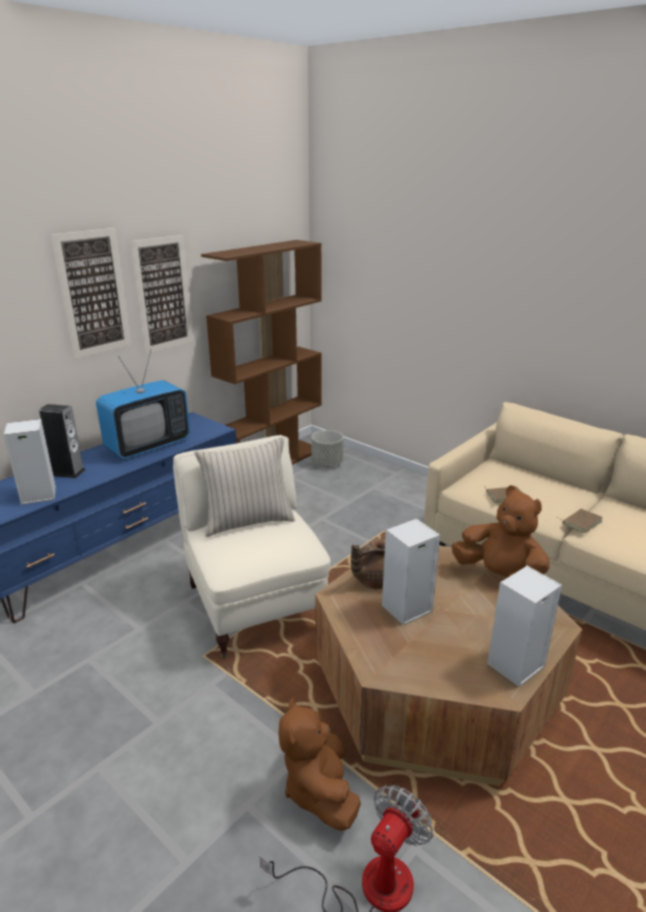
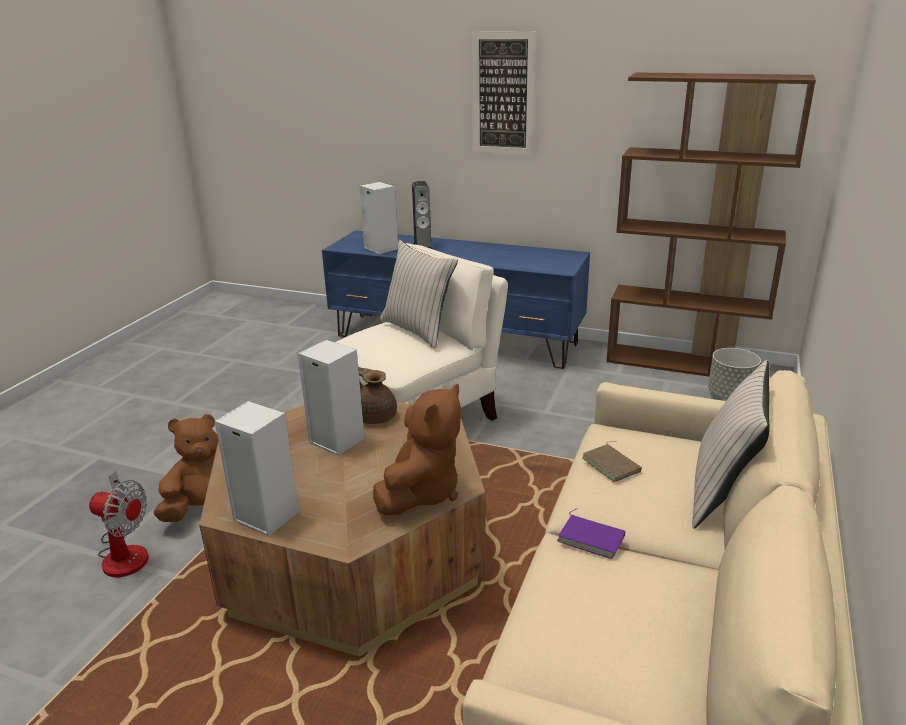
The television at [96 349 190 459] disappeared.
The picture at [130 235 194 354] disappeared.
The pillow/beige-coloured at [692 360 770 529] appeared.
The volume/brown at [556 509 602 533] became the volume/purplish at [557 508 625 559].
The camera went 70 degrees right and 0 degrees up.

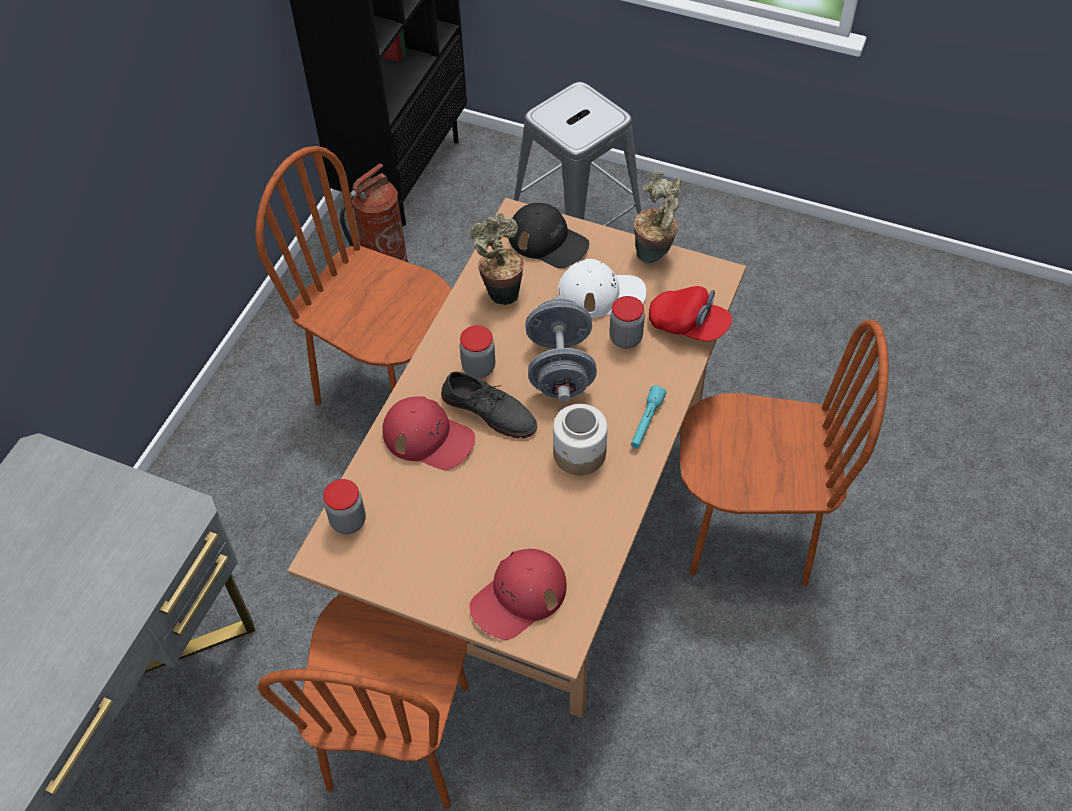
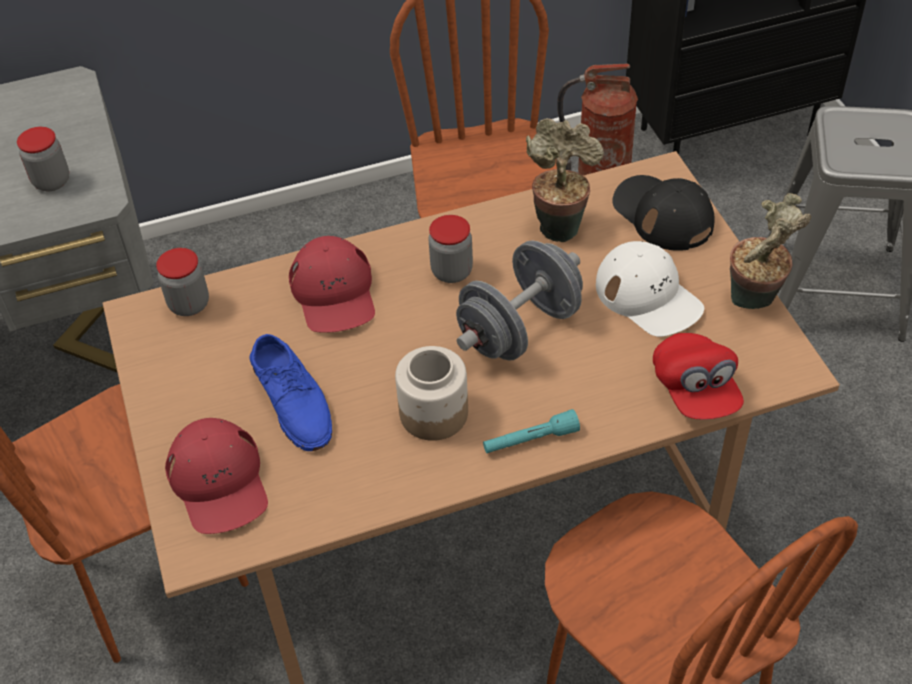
The item of footwear/greyish at [441 372 537 438] disappeared.
The item of footwear/blue-coloured at [250 334 332 451] appeared.
The storage jar moved from [609 296 645 348] to [17 127 69 191].
The cap/red-coloured at [469 549 567 640] turned 120 degrees counterclockwise.
The cap/black-coloured at [509 203 589 268] turned 150 degrees clockwise.
The camera went 50 degrees right and 5 degrees down.

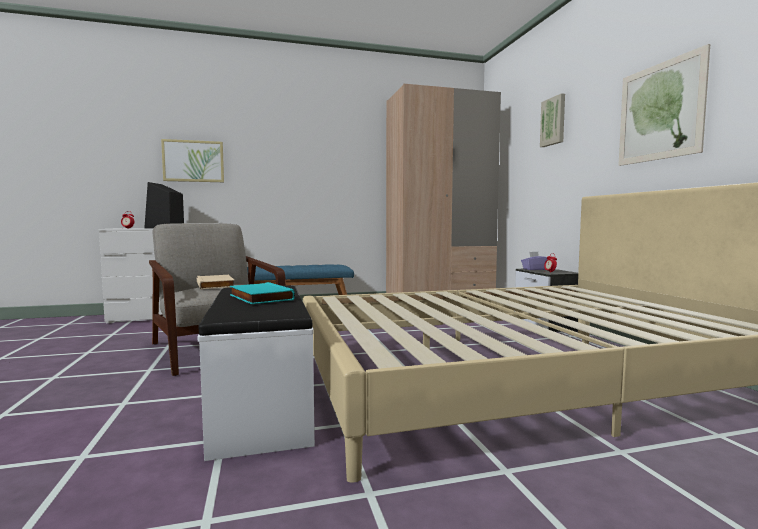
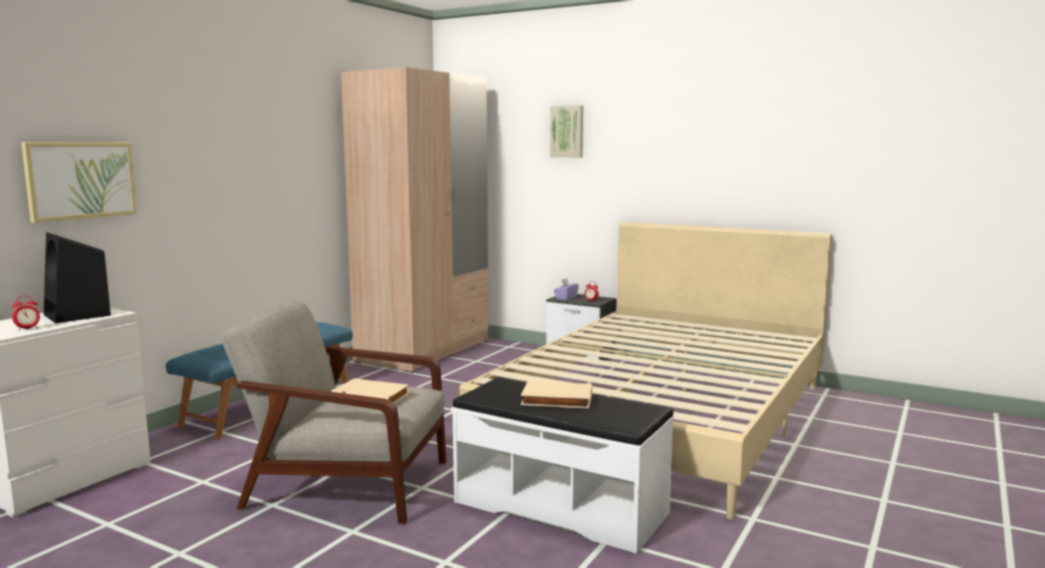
The picture at [619 44 710 166] disappeared.
The volume/turquoise at [230 282 295 304] became the volume/beige-coloured at [521 381 592 408].
The camera went 45 degrees left and 5 degrees up.

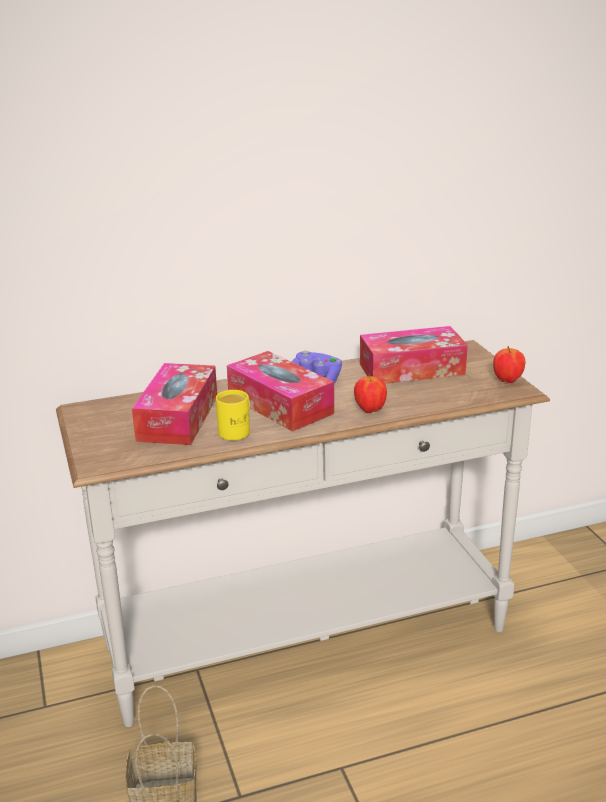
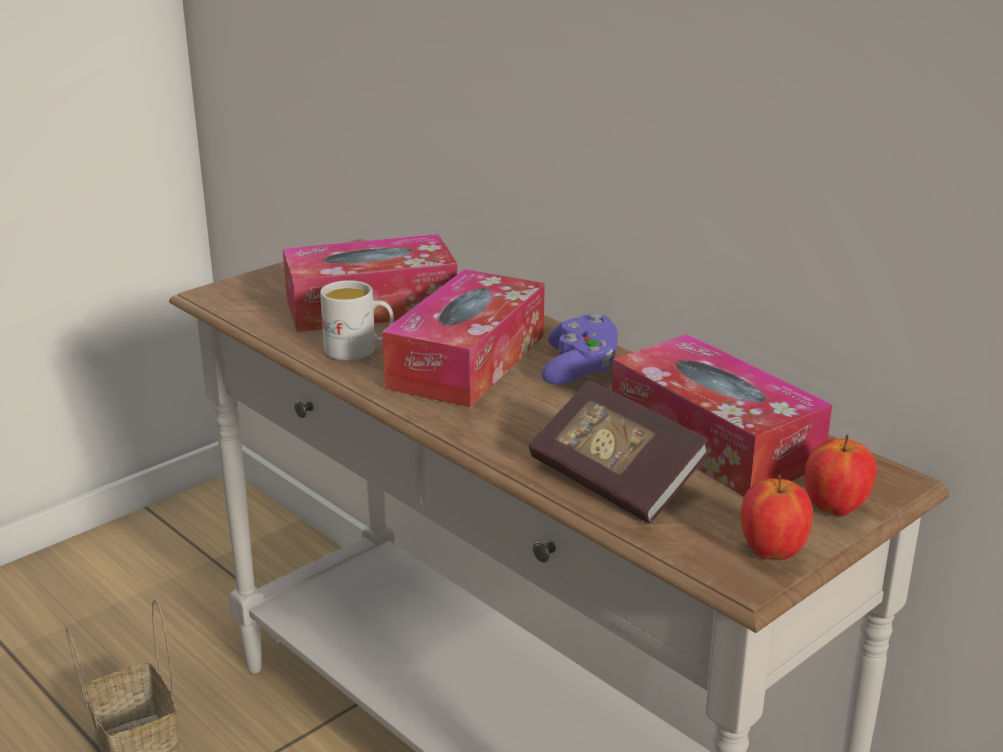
The volume at [529 380 710 523] appeared.
The whole apple moved from [354 374 387 413] to [805 435 877 516].
The coffee mug/yellow-coloured at [216 390 250 441] became the coffee mug/white at [320 280 394 361].
The camera went 65 degrees right and 0 degrees up.

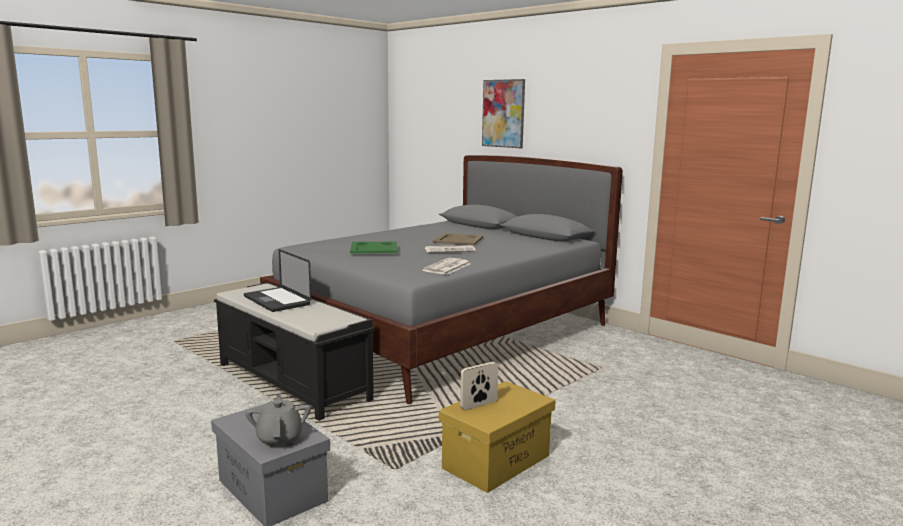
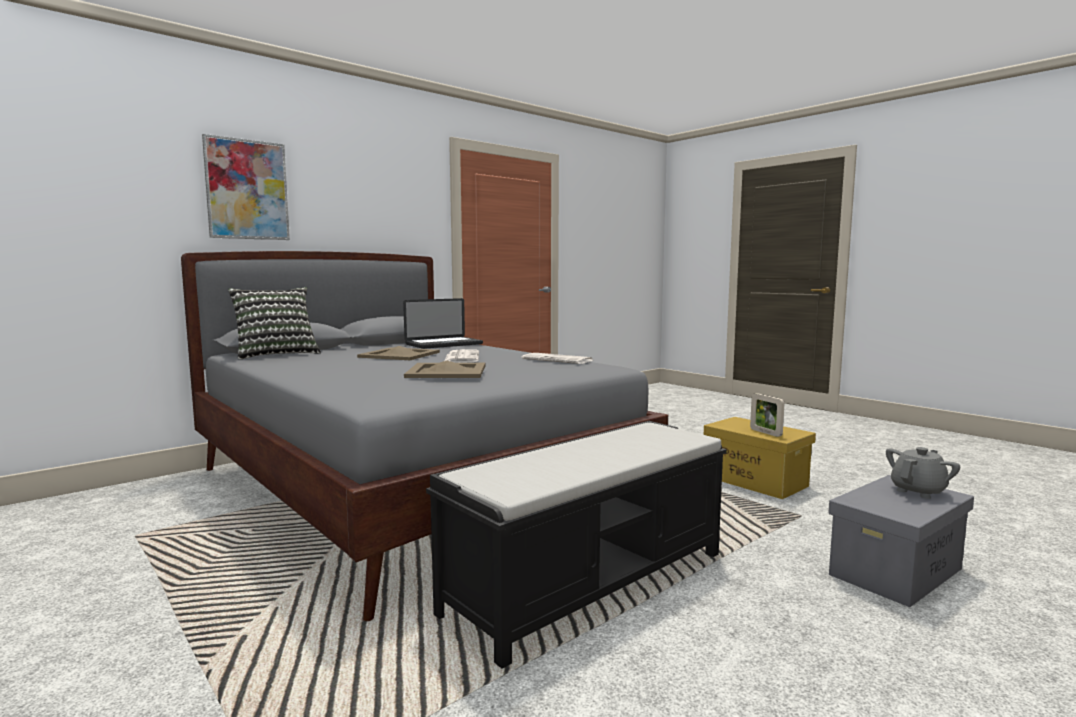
The pillow at [228 287 321 360] appeared.
The laptop moved from [244 249 311 312] to [403 298 483 349].
The carrying tray/greenish at [350 242 398 254] became the carrying tray/beige-coloured at [404 361 486 378].
The teapot/greyish at [245 394 311 448] turned 150 degrees clockwise.
The camera went 85 degrees left and 5 degrees down.

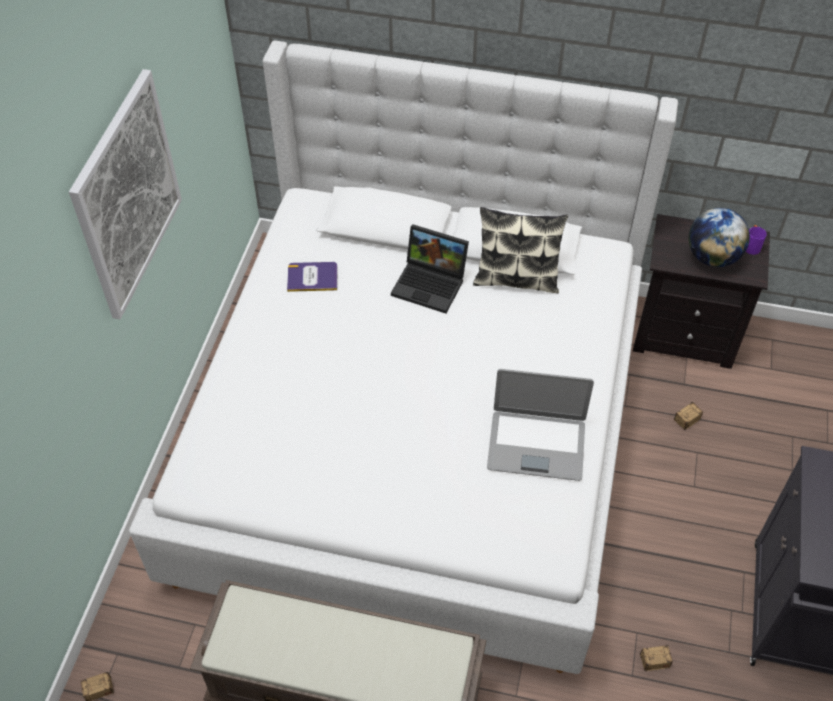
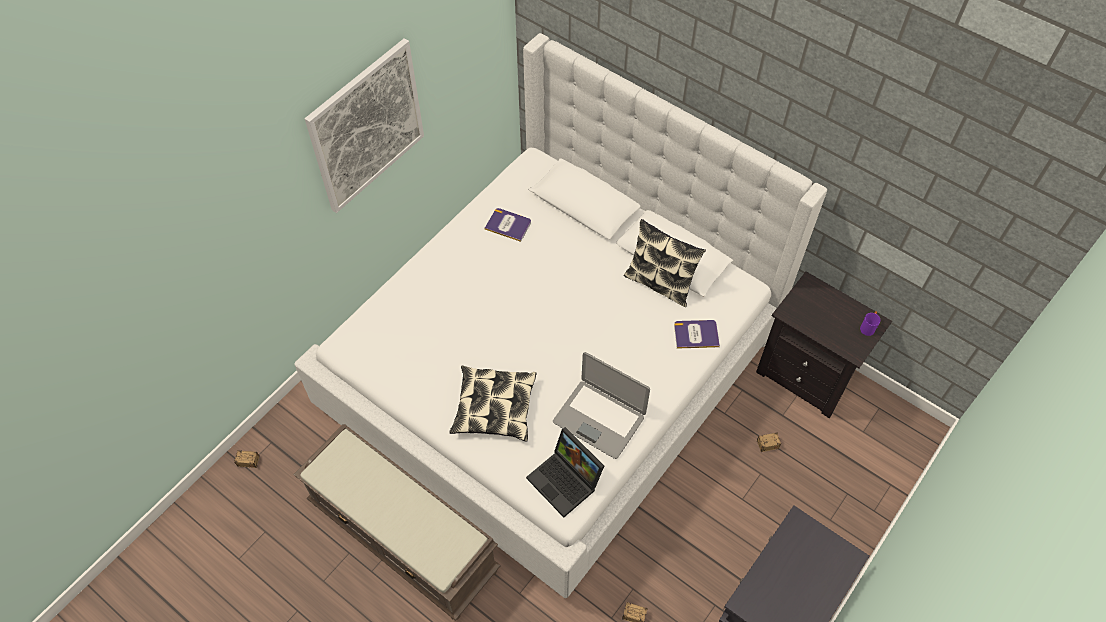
The desk globe at [689 208 750 267] disappeared.
The pillow at [450 365 537 442] appeared.
The volume at [674 320 720 349] appeared.
The laptop moved from [391 224 469 313] to [526 427 604 518].
The camera went 25 degrees right and 5 degrees up.

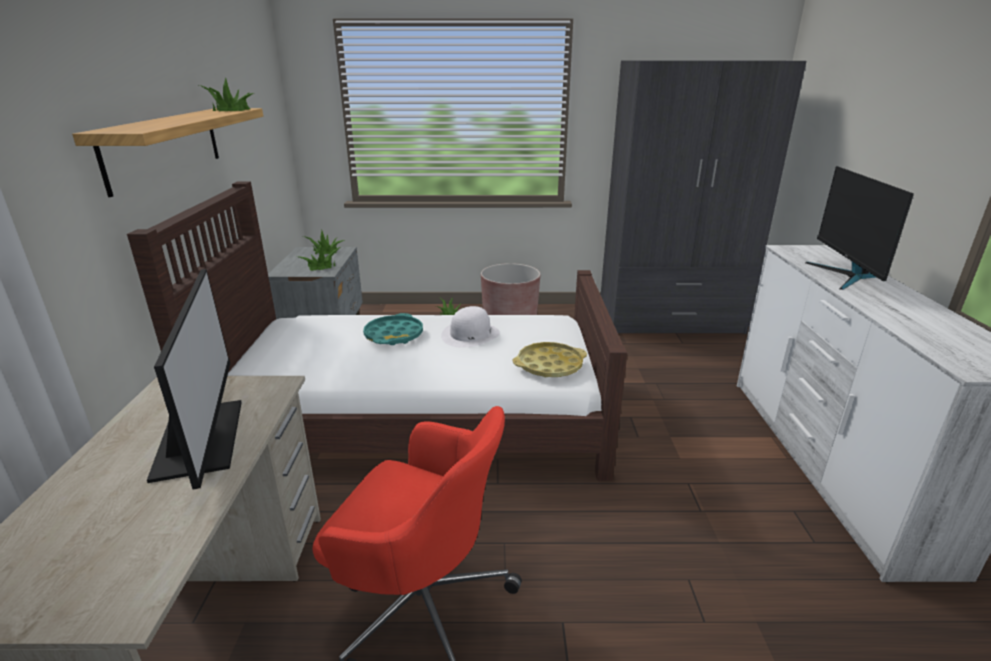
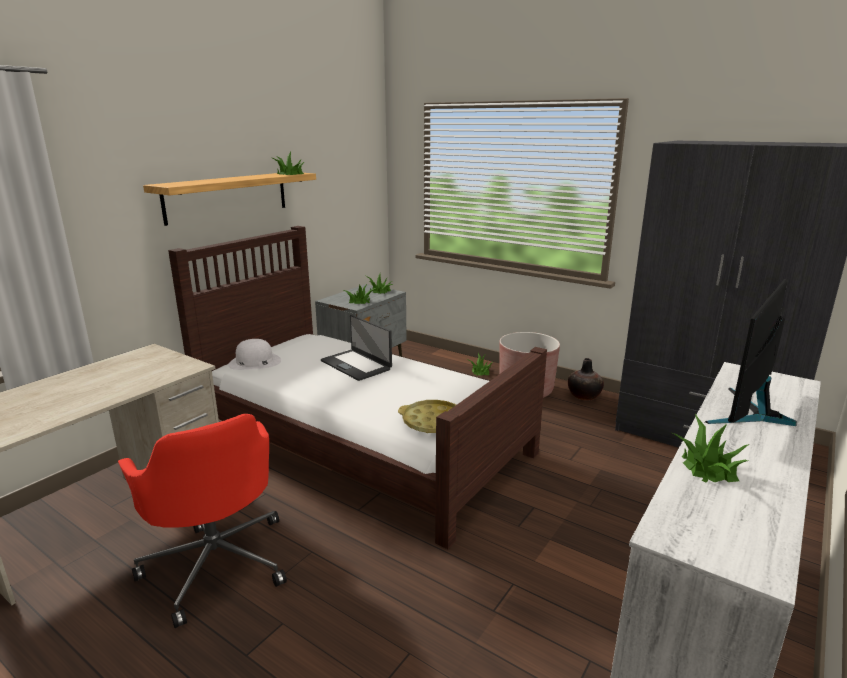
The monitor at [147 269 242 490] disappeared.
The flower vase at [568 358 604 401] appeared.
The potted plant at [673 414 749 483] appeared.
The wearable hat/white moved from [441 306 500 348] to [228 339 281 370].
The carrying tray/turquoise at [363 313 423 345] was replaced by the laptop at [321 315 392 381].
The camera went 35 degrees right and 5 degrees down.

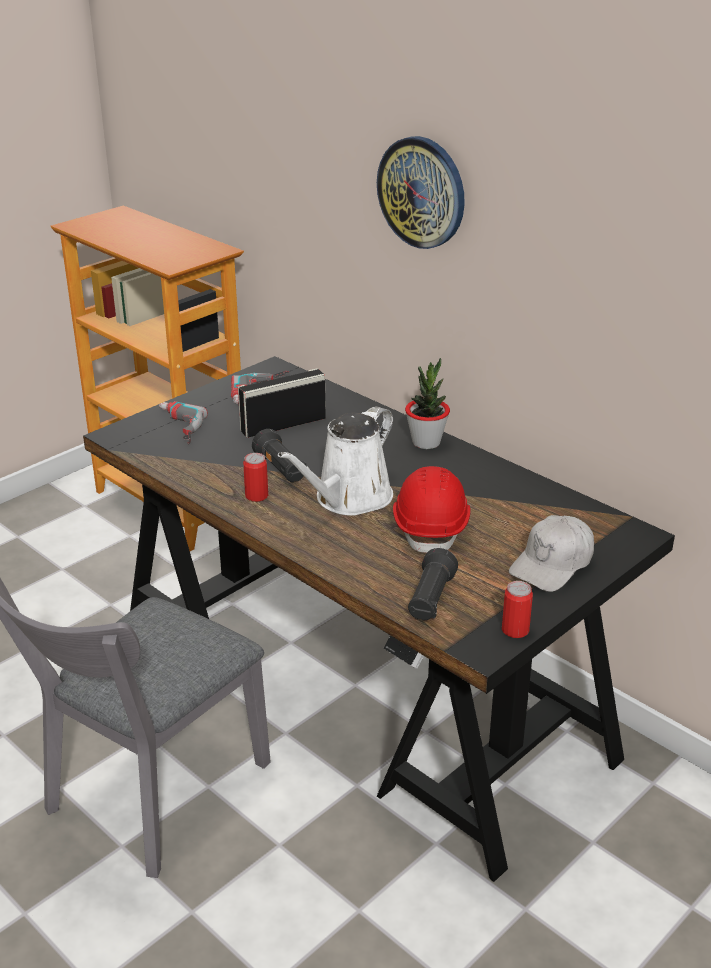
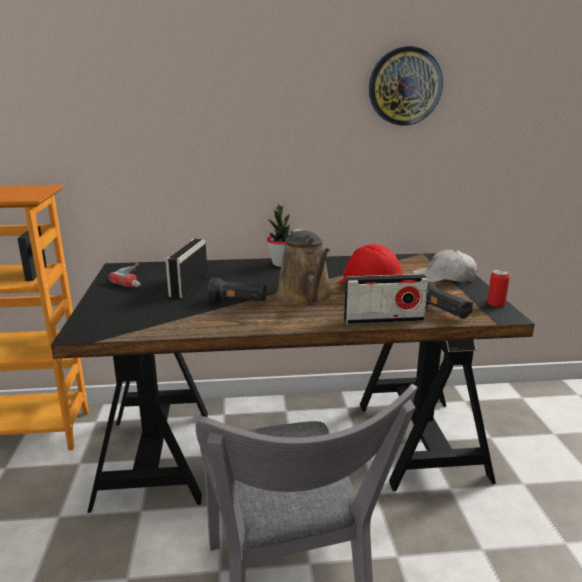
The power drill at [159 401 208 444] disappeared.
The metal can at [243 453 268 502] disappeared.
The radio receiver at [344 274 428 324] appeared.
The hanging clock moved from [377 136 465 249] to [369 46 443 126].
The watering can/white at [278 407 393 516] became the watering can/brown at [276 229 332 305].
The cap/white at [509 515 594 592] turned 105 degrees clockwise.
The camera went 50 degrees left and 10 degrees down.

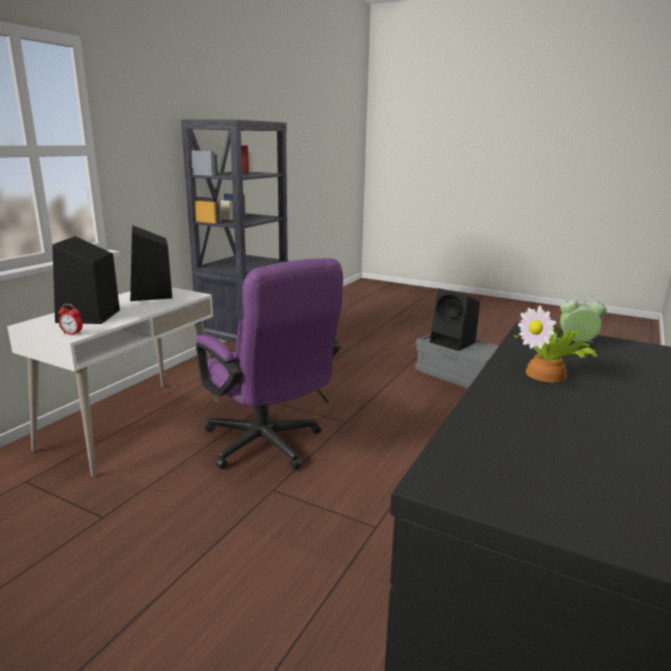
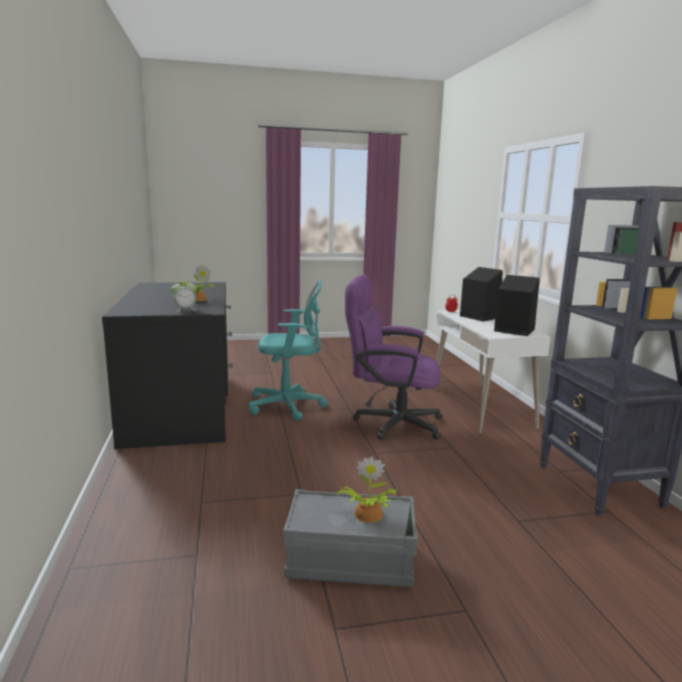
The computer chair/turquoise at [248 280 328 421] appeared.
The audio speaker/black-coloured at [430 288 480 351] was replaced by the potted plant at [337 456 396 523].
The camera went 140 degrees right and 5 degrees down.

